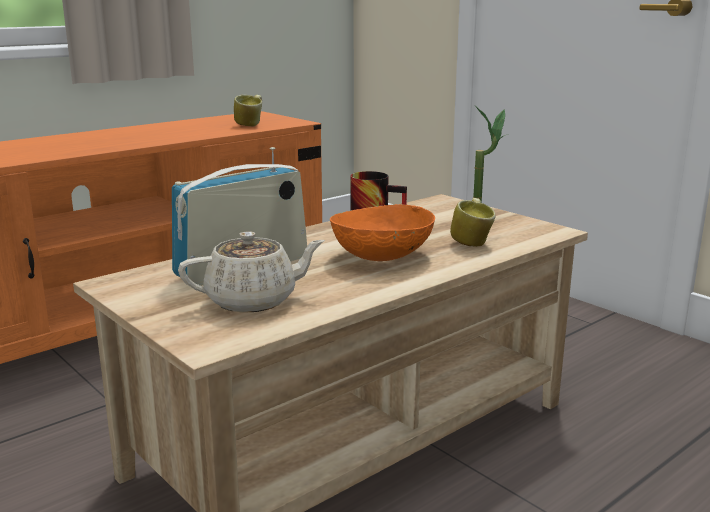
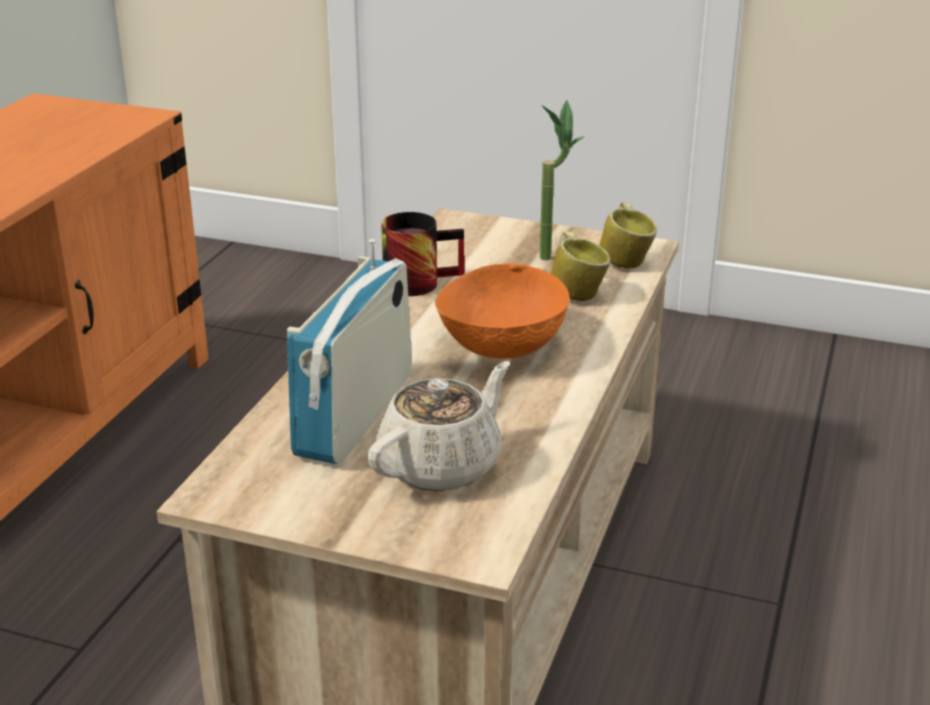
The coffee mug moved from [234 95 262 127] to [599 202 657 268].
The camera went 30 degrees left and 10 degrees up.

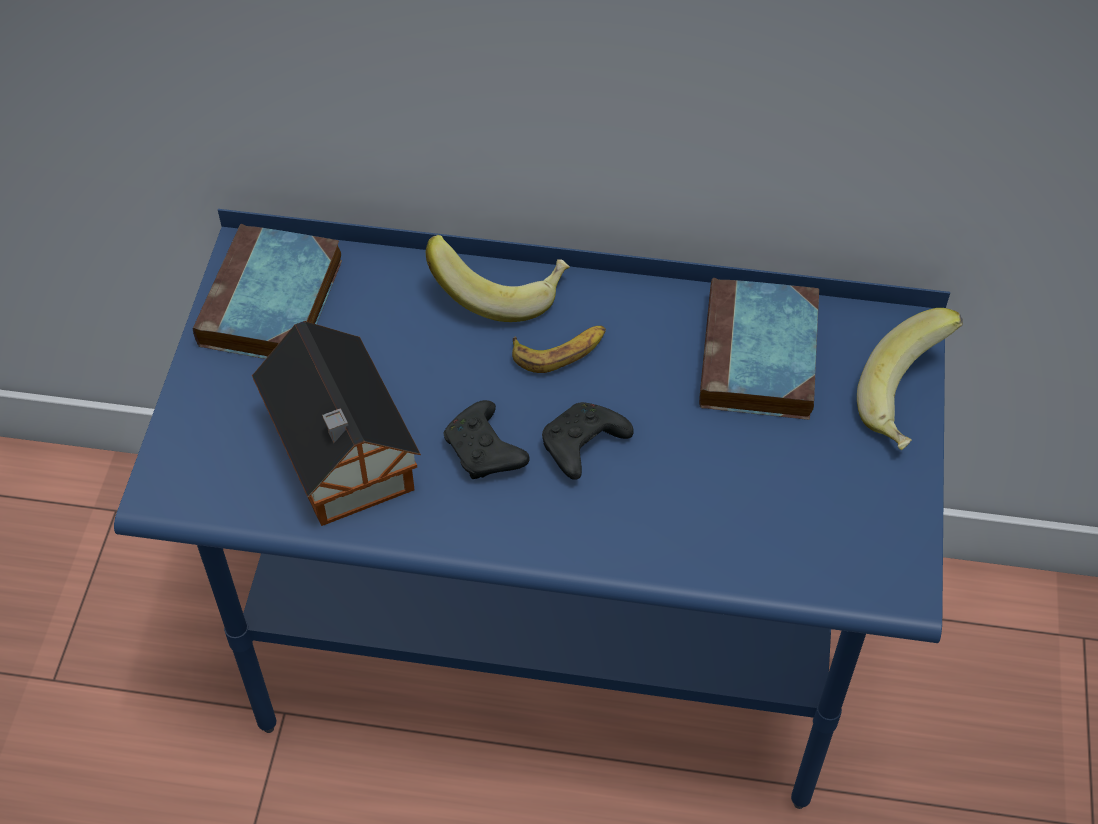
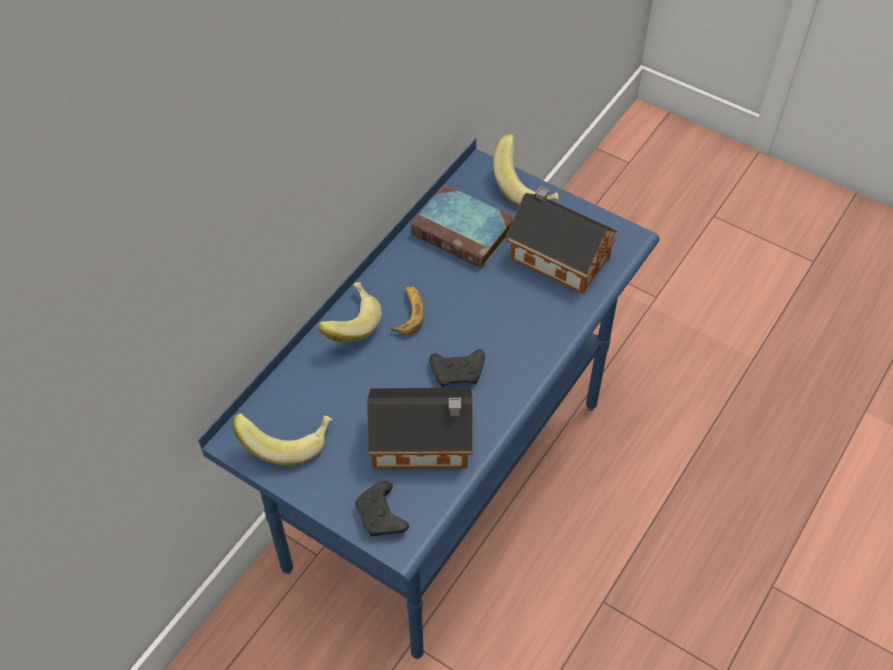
The miniature house at [506 186 618 295] appeared.
The joypad/black-coloured moved from [542 402 634 480] to [355 481 409 536].
The volume at [193 224 342 359] was replaced by the banana at [232 413 333 466].
The camera went 65 degrees left and 0 degrees up.

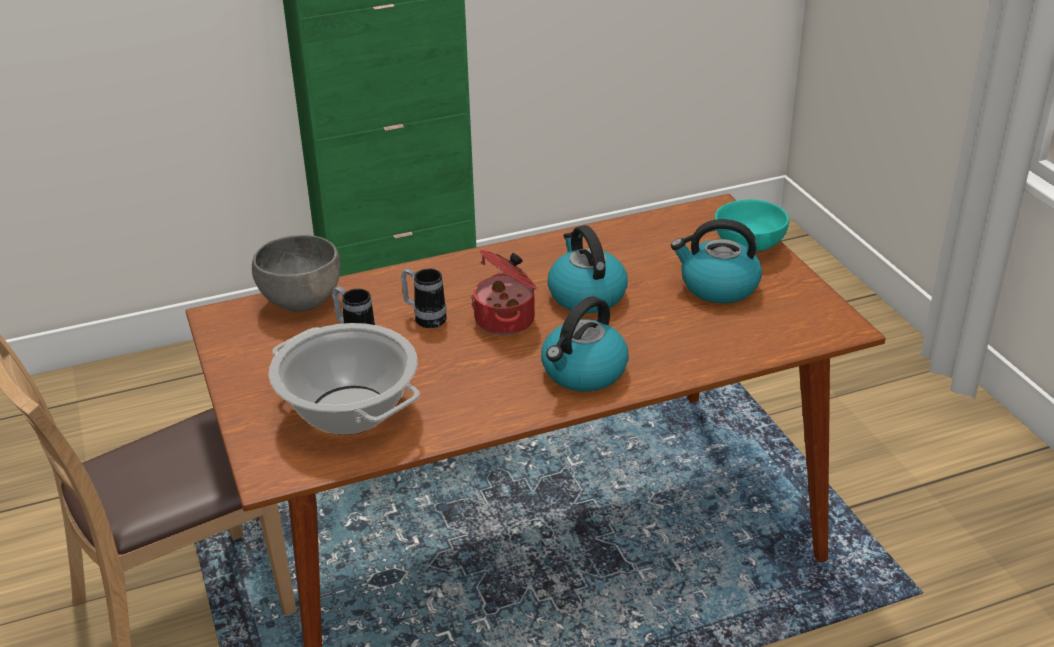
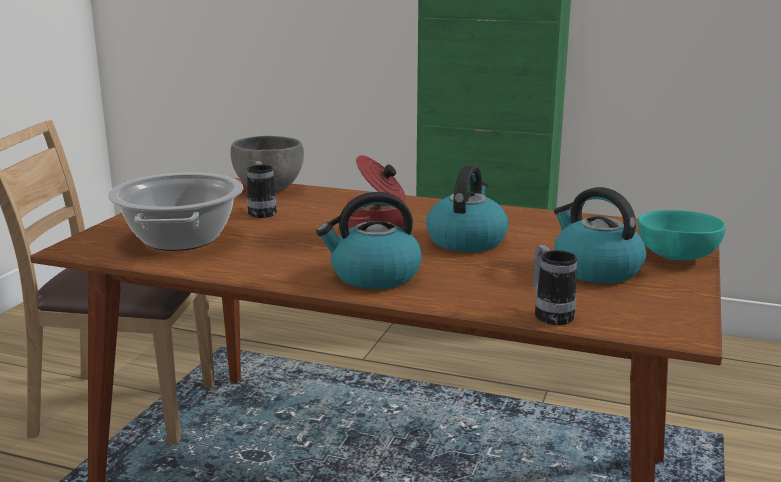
The coffee mug moved from [401 268 447 328] to [533 244 577 325].
The camera went 40 degrees right and 15 degrees down.

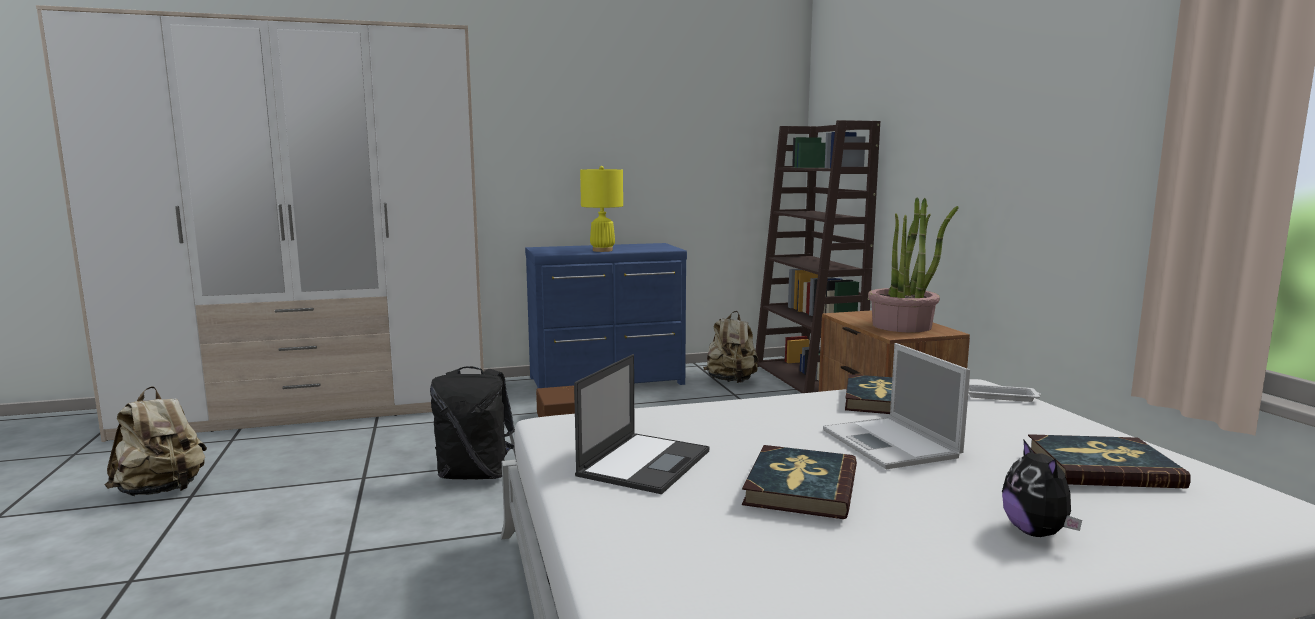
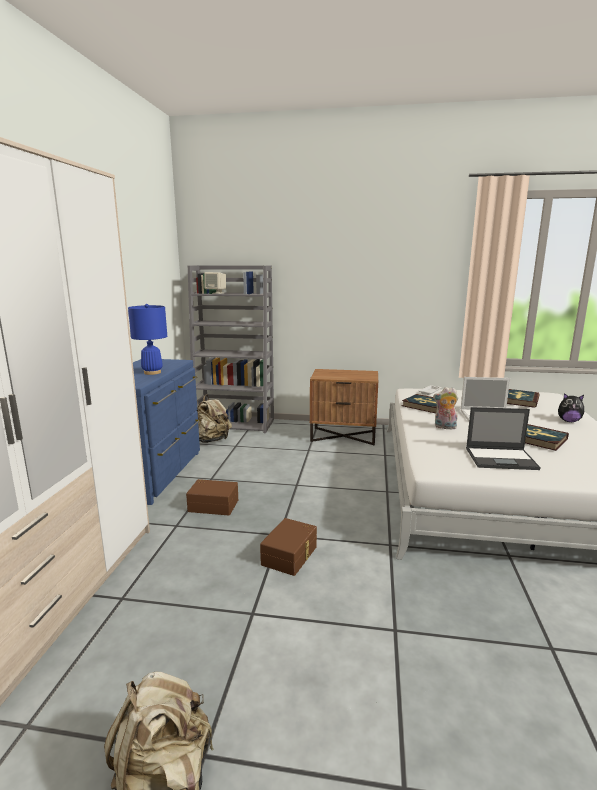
The potted plant at [868 198 959 332] disappeared.
The audio speaker/beige-coloured at [204 272 226 294] appeared.
The soft toy at [433 387 458 430] appeared.
The knapsack/black-coloured at [430 366 515 479] was replaced by the storage box/brown at [260 518 317 576].
The lamp for a table/yellow-coloured at [580 166 623 252] became the lamp for a table/blue-coloured at [128 304 167 375].
The shelving unit/brown at [756 120 880 393] became the shelving unit/greyish at [188 265 274 433].
The laptop at [574 354 710 494] turned 135 degrees clockwise.
The camera went 65 degrees left and 5 degrees up.

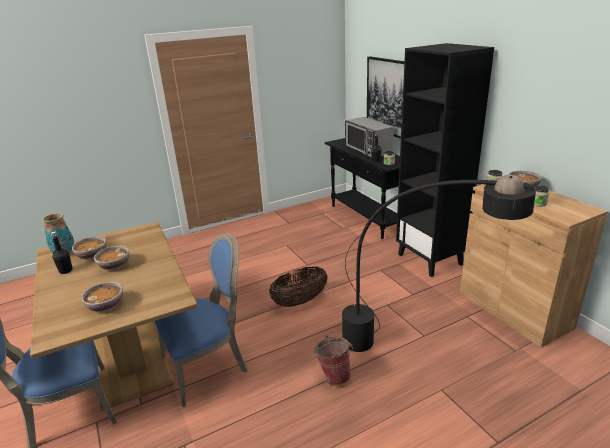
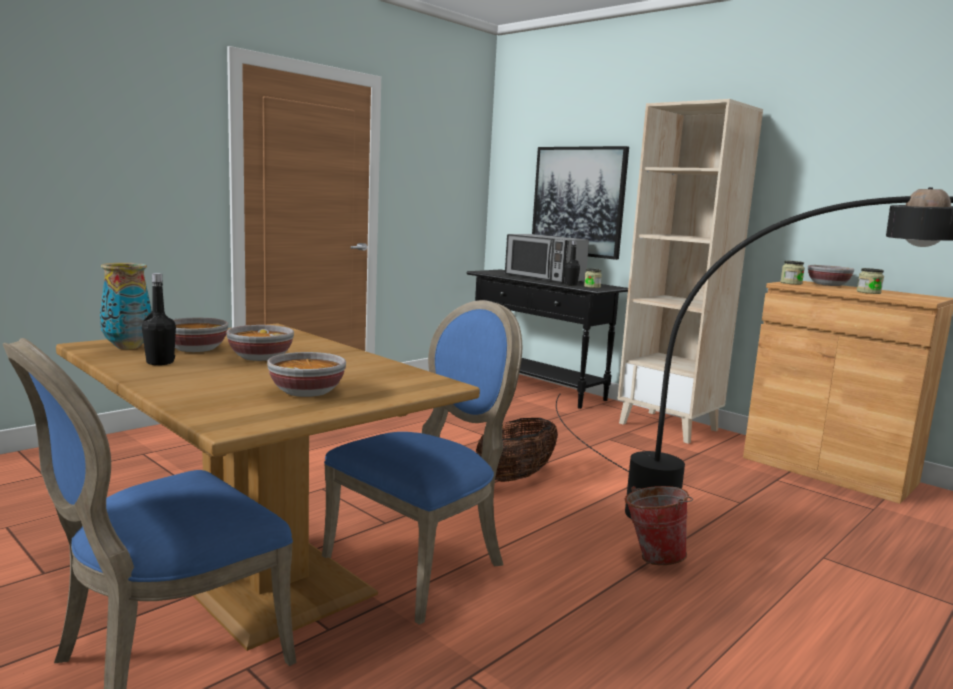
The shelving unit/black-coloured at [396 43 494 277] became the shelving unit/beige-coloured at [617 99 763 444].
The camera went 20 degrees left and 15 degrees down.

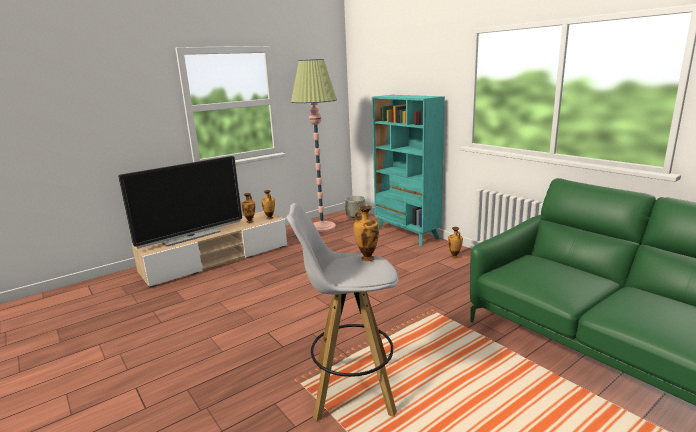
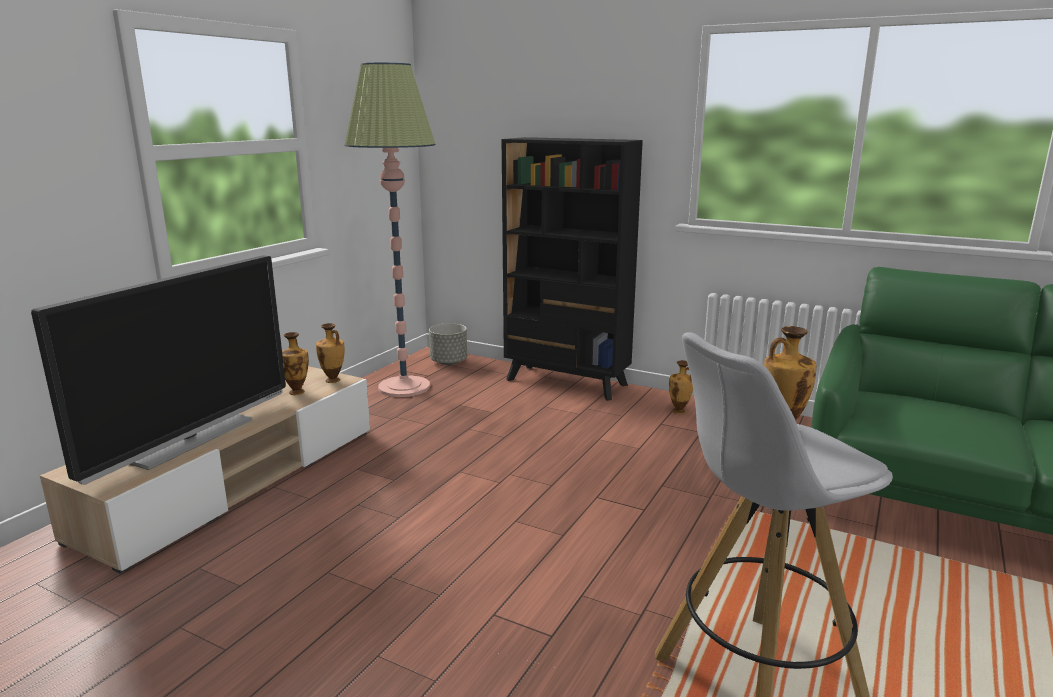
The shelving unit/turquoise at [372 95 445 246] became the shelving unit/black-coloured at [502 137 643 401].
The camera went 25 degrees left and 0 degrees up.

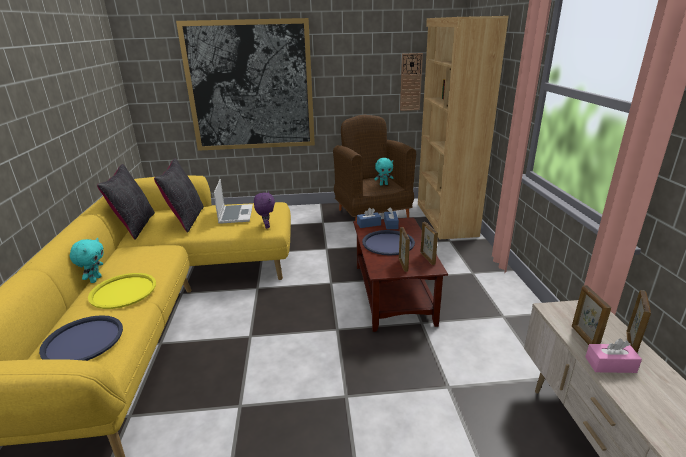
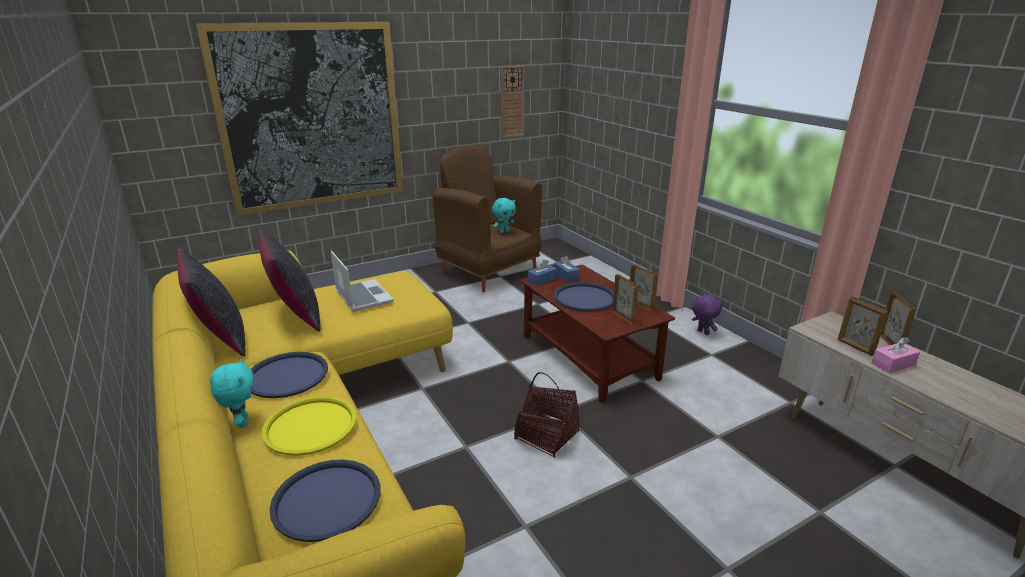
The shelving unit/brown at [418 16 509 239] disappeared.
The carrying tray/blue-coloured at [251 352 328 398] appeared.
The household basket at [514 372 580 458] appeared.
The soft toy/purplish moved from [254 191 275 229] to [692 293 723 335].
The camera went 25 degrees left and 0 degrees up.

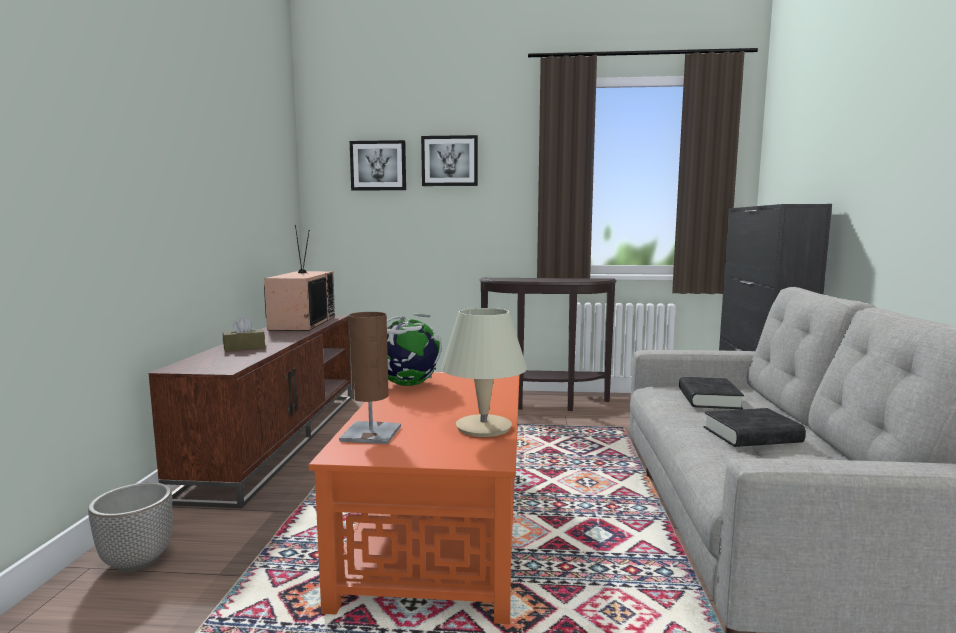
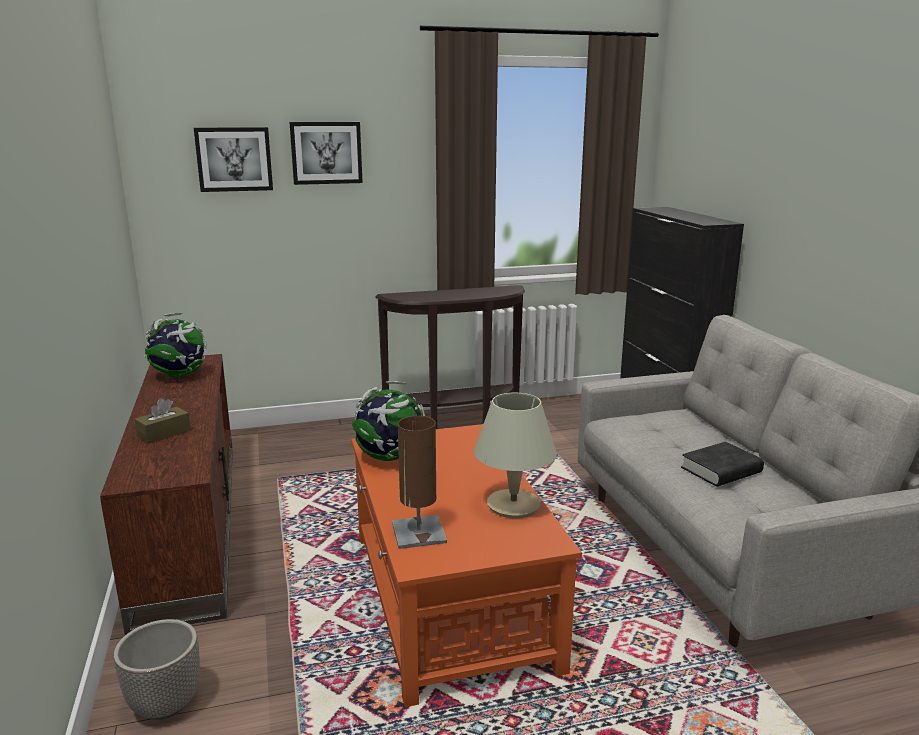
The volume/black-coloured at [679 377 744 409] disappeared.
The television at [264 225 335 331] was replaced by the desk globe at [144 313 207 377].
The camera went 20 degrees left and 10 degrees up.

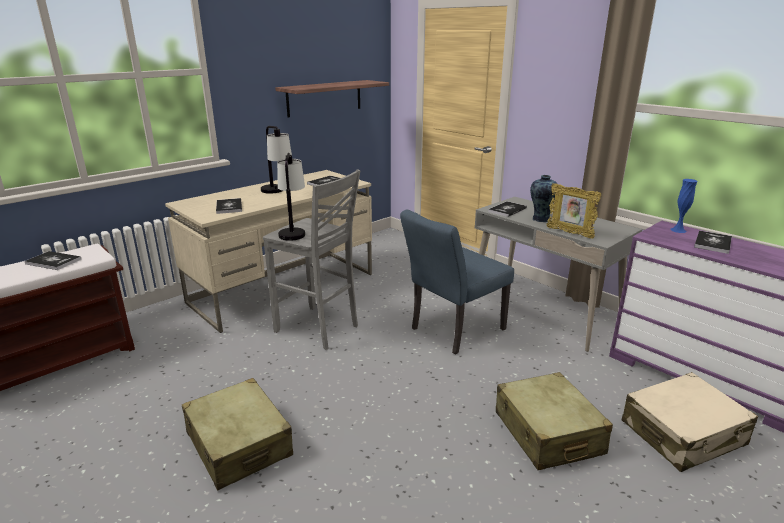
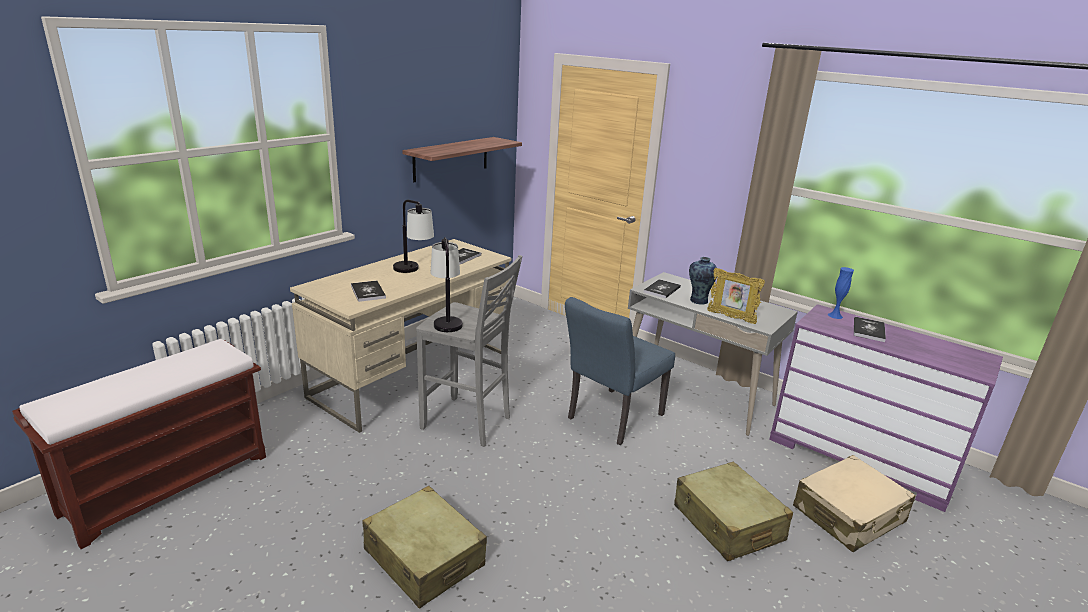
The volume at [24 251 81 270] disappeared.
The camera went 10 degrees left and 0 degrees up.

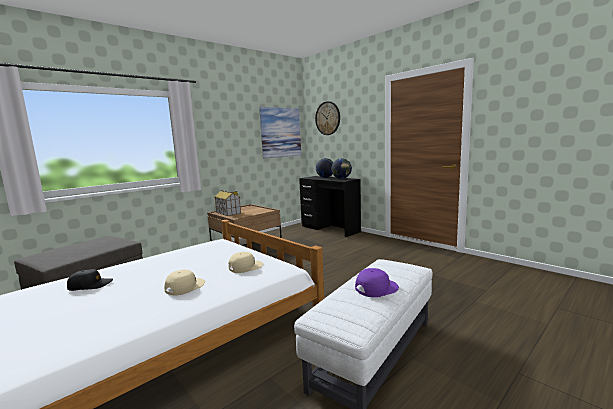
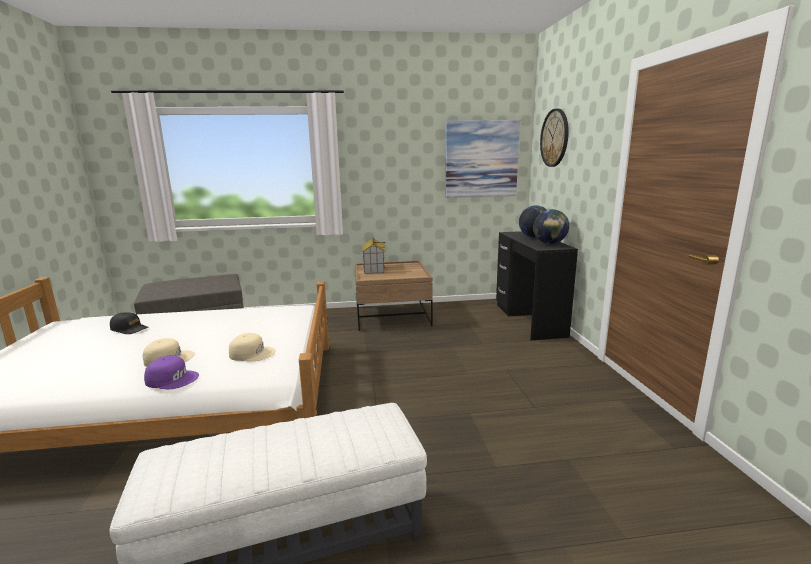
The cap/purplish moved from [355 268 399 297] to [144 355 199 389].
The camera went 35 degrees right and 5 degrees up.

